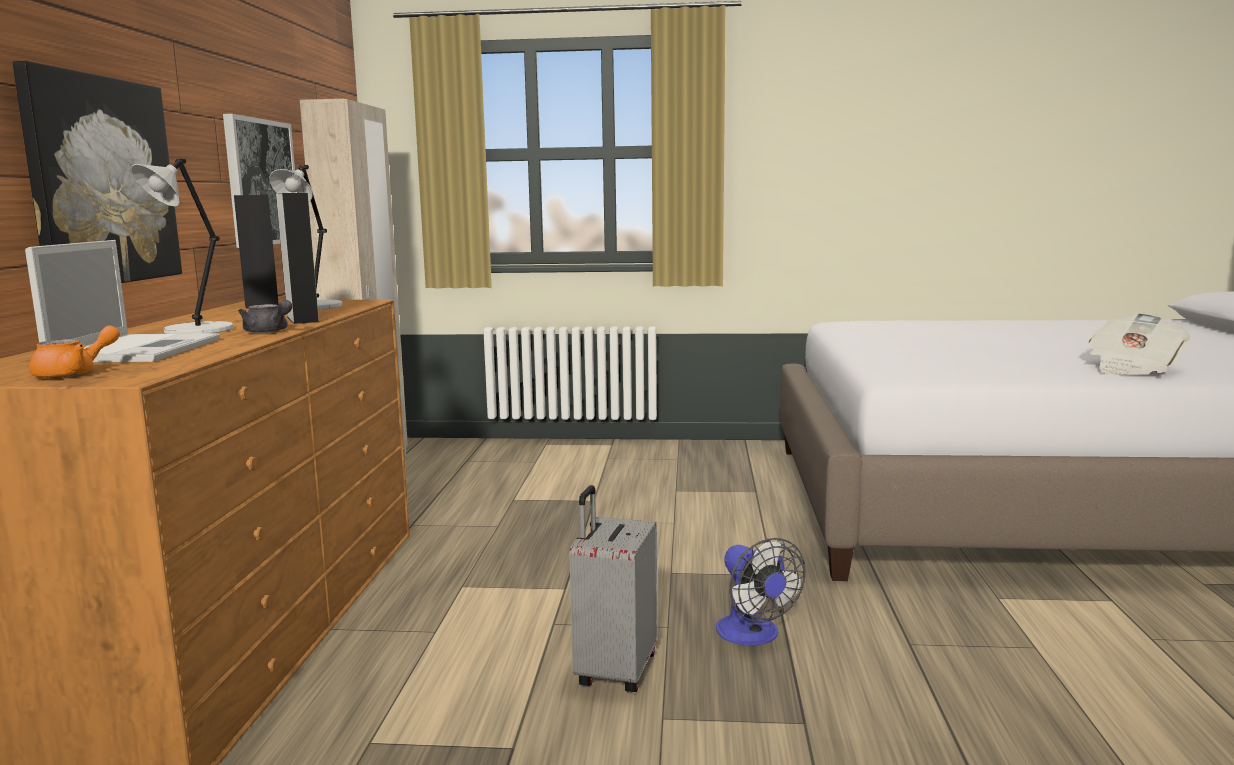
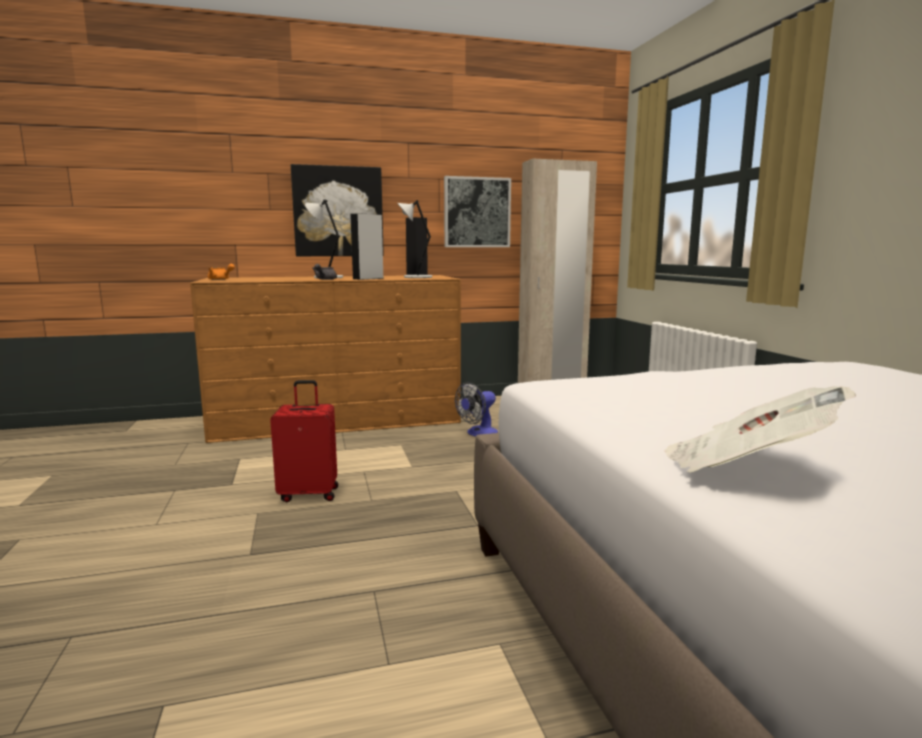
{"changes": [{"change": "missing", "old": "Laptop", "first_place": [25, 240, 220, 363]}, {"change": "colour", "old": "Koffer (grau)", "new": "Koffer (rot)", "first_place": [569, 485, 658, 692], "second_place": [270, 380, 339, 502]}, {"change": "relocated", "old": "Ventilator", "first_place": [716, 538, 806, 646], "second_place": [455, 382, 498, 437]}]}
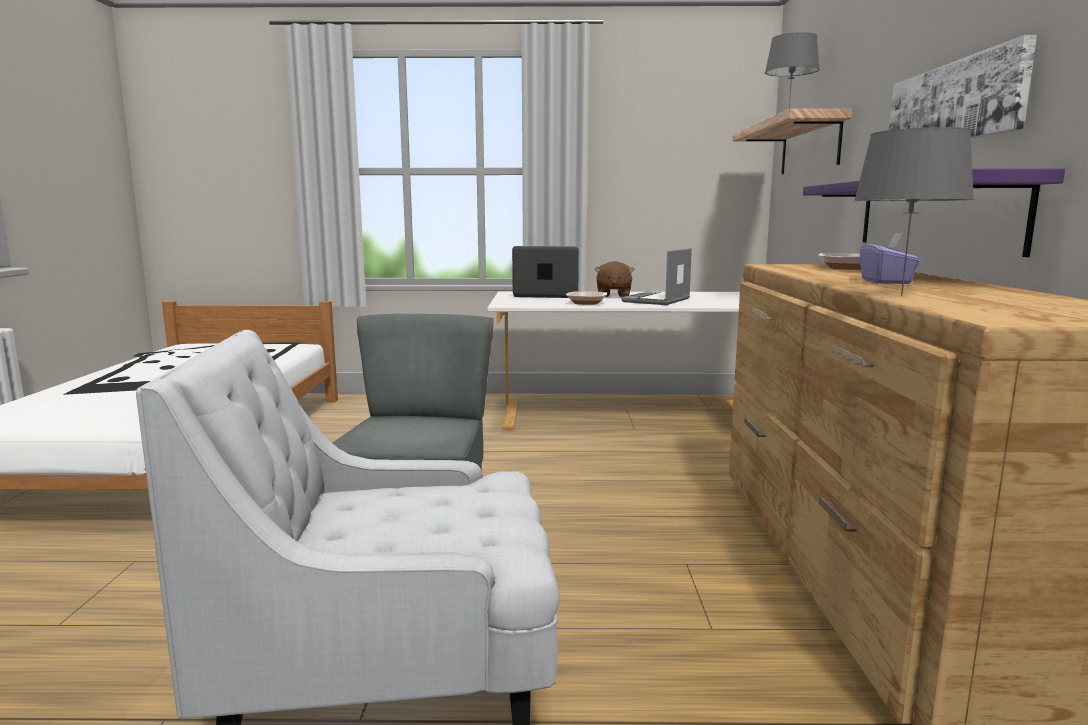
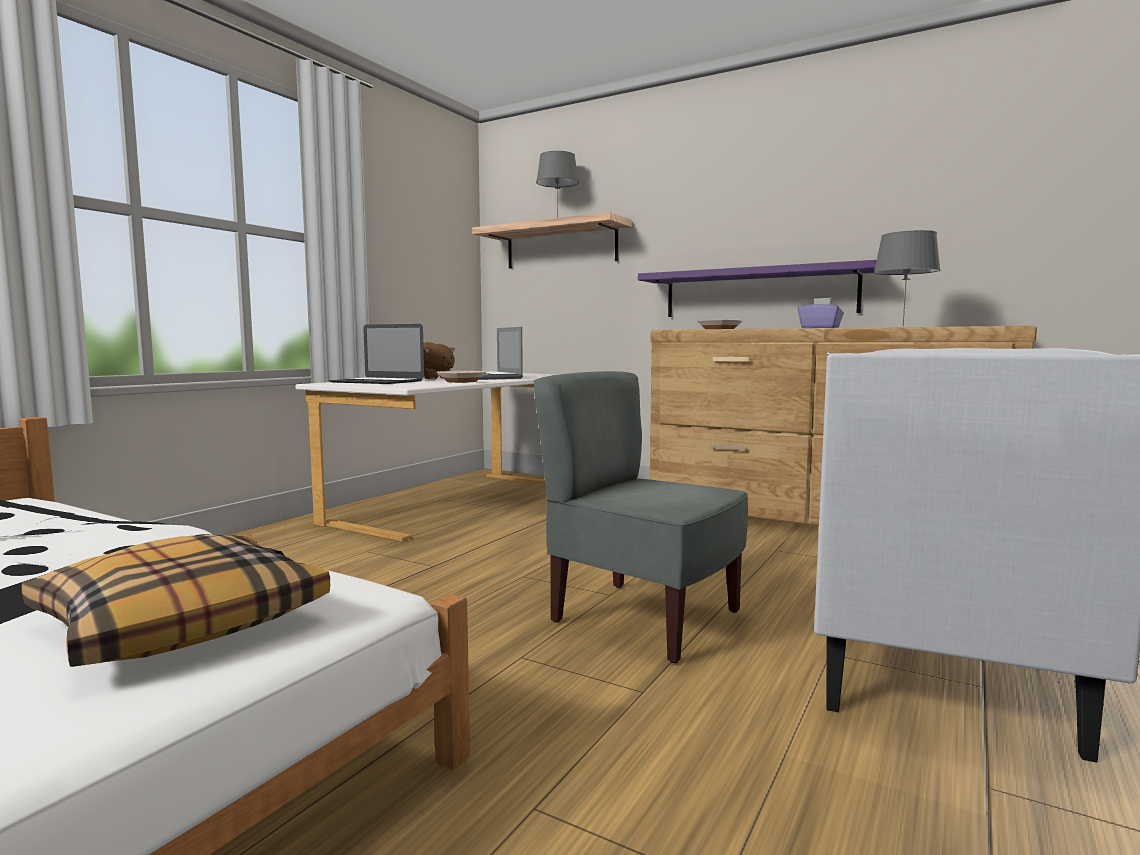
{"changes": [{"change": "spun", "old": "Laptop", "first_place": [512, 246, 579, 298], "second_place": [329, 324, 424, 384], "degrees": -105}, {"change": "missing", "old": "Bild", "first_place": [889, 35, 1037, 139]}, {"change": "appeared", "new": "Kissen", "second_place": [21, 535, 330, 667]}]}
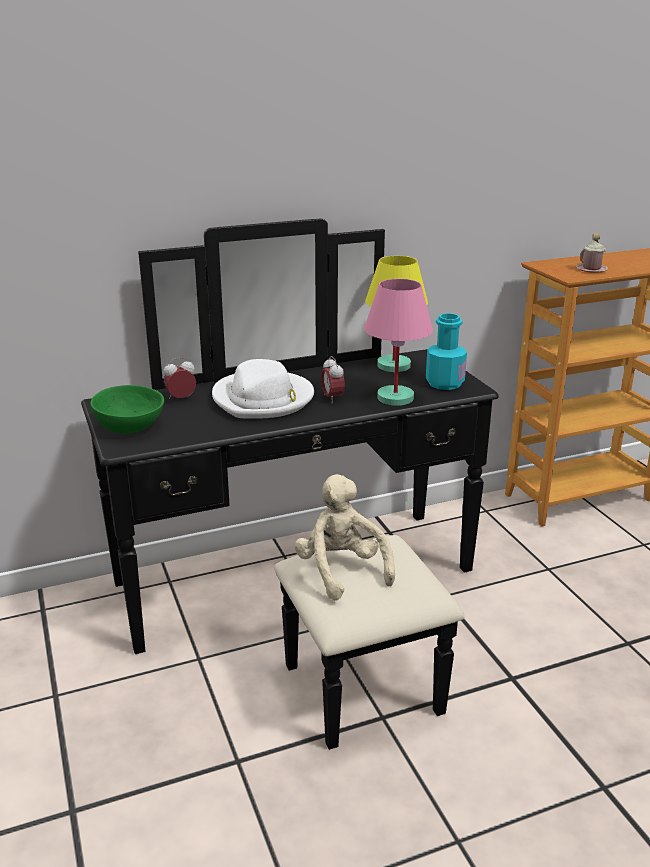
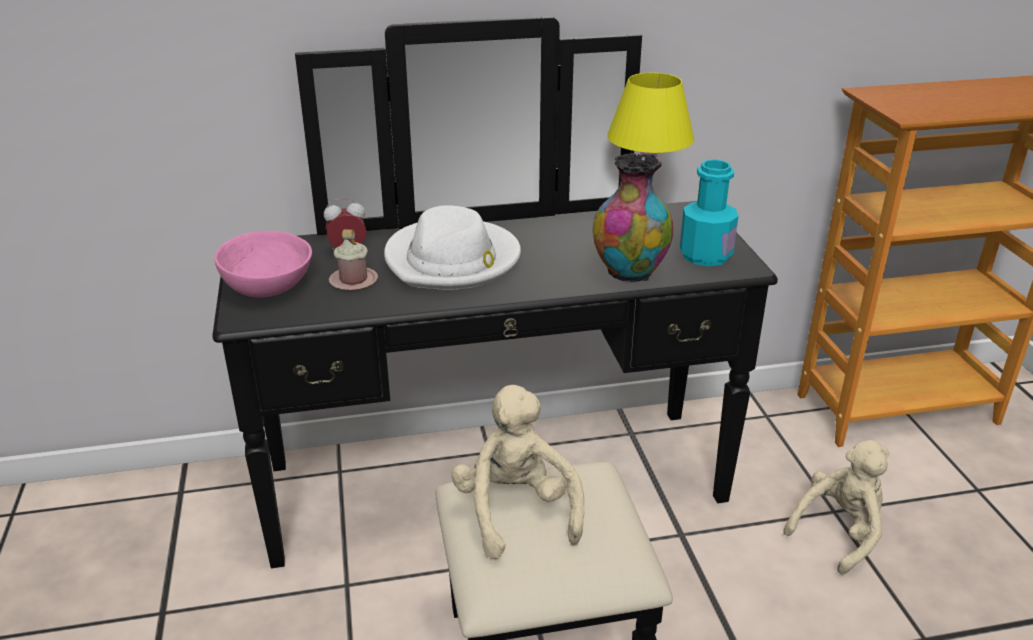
{"changes": [{"change": "colour", "old": "Schüssel (grün)", "new": "Schüssel (rosa)", "first_place": [90, 385, 164, 434], "second_place": [214, 231, 312, 298]}, {"change": "missing", "old": "Wecker", "first_place": [321, 356, 345, 403]}, {"change": "exchanged", "old": "Tischlampe (rosa)", "new": "Vase", "first_place": [364, 279, 433, 406], "second_place": [593, 153, 673, 283]}, {"change": "relocated", "old": "Henkelbecher (rosa)", "first_place": [576, 233, 608, 273], "second_place": [329, 230, 378, 290]}, {"change": "appeared", "new": "Plüschtier (beige)", "second_place": [783, 440, 890, 574]}]}
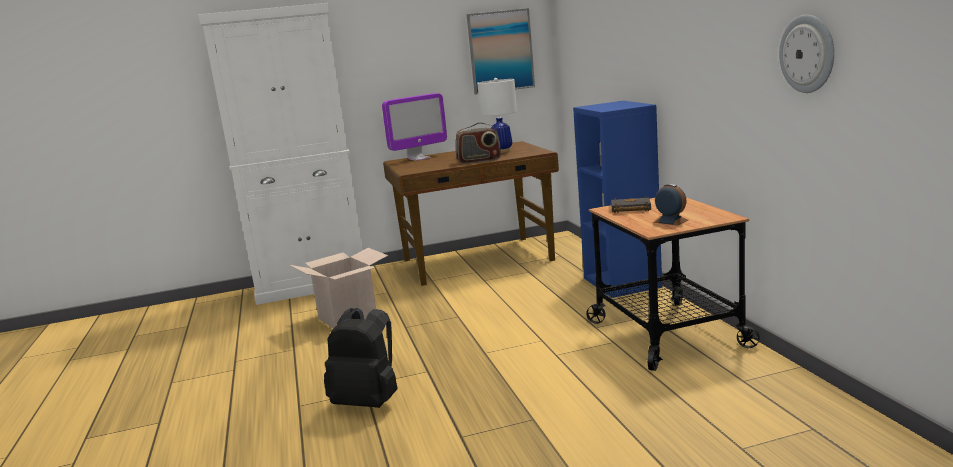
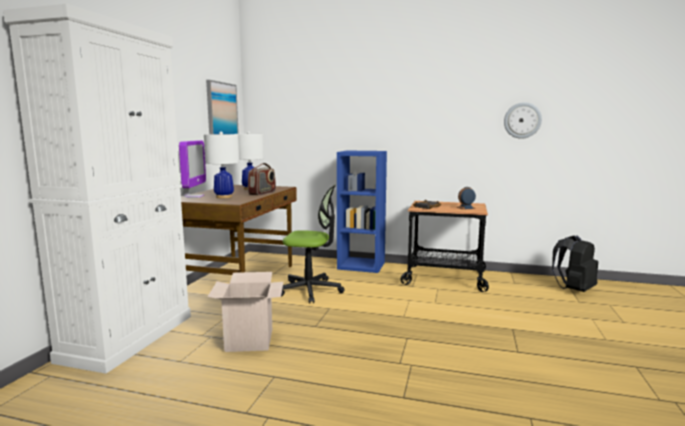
{"changes": [{"change": "relocated", "old": "Rucksack (schwarz)", "first_place": [324, 308, 398, 408], "second_place": [552, 235, 598, 292]}, {"change": "appeared", "new": "Tischlampe (weiß)", "second_place": [204, 131, 239, 198]}, {"change": "appeared", "new": "Bürostuhl", "second_place": [281, 185, 345, 304]}]}
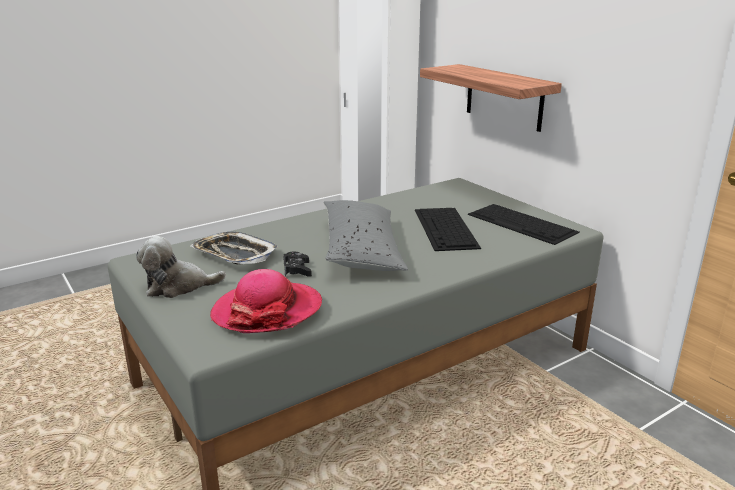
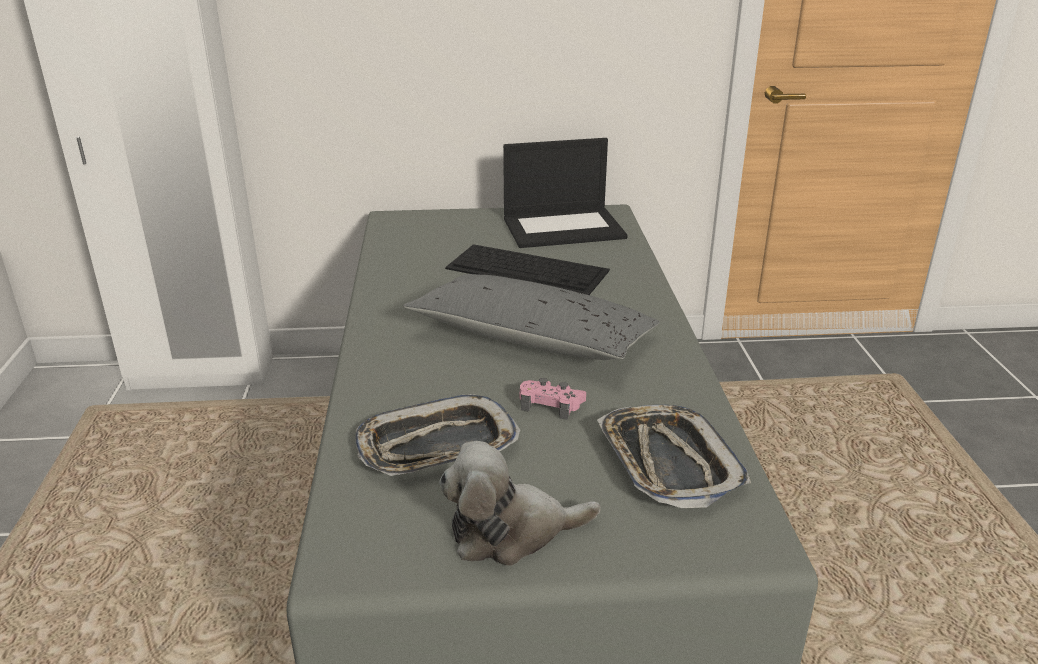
{"changes": [{"change": "spun", "old": "Plüschtier", "first_place": [136, 236, 226, 298], "second_place": [439, 441, 600, 566], "degrees": 60}, {"change": "exchanged", "old": "Hut", "new": "Tablett", "first_place": [210, 269, 322, 333], "second_place": [597, 405, 751, 508]}, {"change": "colour", "old": "Gamepad (schwarz)", "new": "Gamepad (rosa)", "first_place": [283, 251, 312, 277], "second_place": [520, 378, 586, 420]}, {"change": "missing", "old": "Wandregal", "first_place": [420, 64, 562, 132]}, {"change": "exchanged", "old": "Tastatur", "new": "Laptop", "first_place": [468, 204, 580, 245], "second_place": [503, 138, 627, 248]}]}
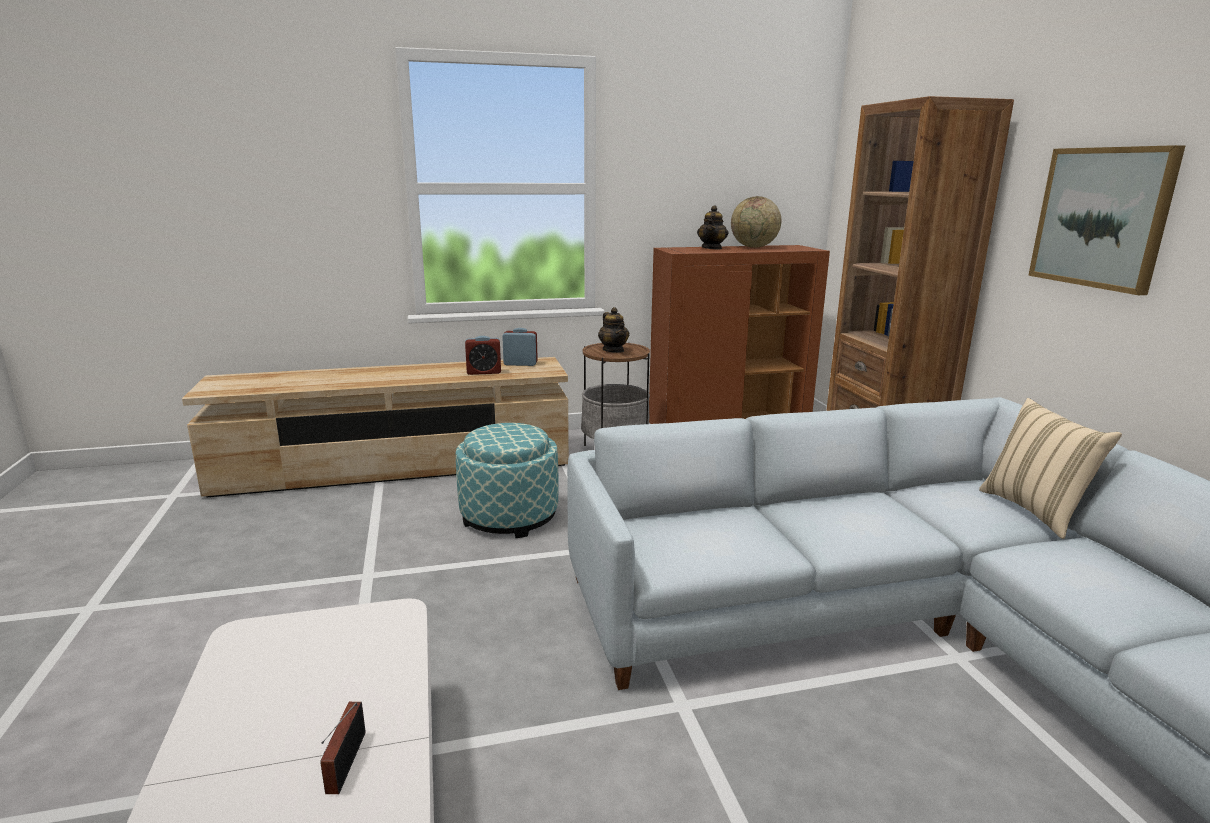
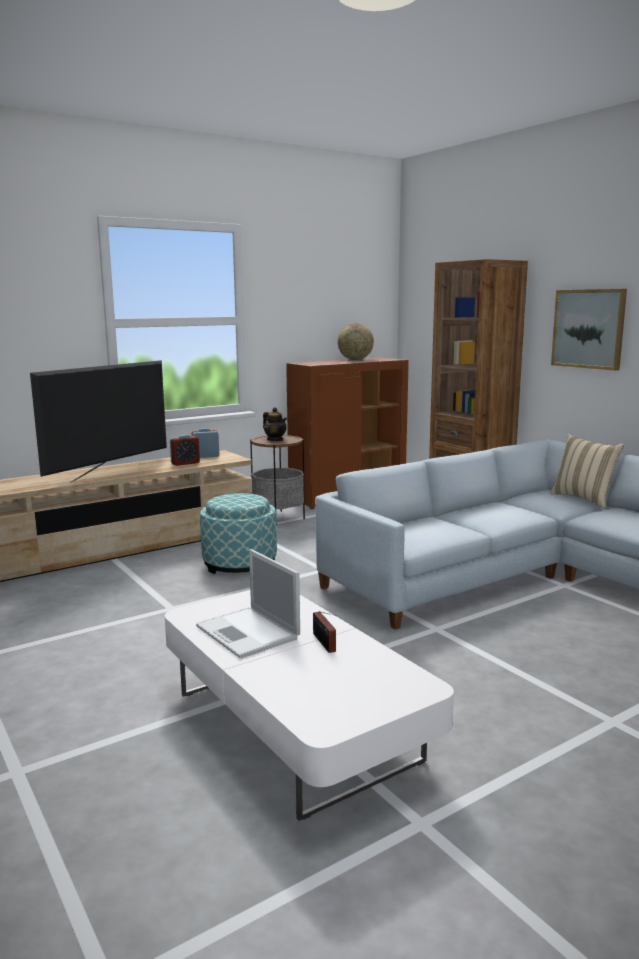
{"changes": [{"change": "missing", "old": "Teekanne", "first_place": [697, 205, 729, 250]}, {"change": "appeared", "new": "Fernseher", "second_place": [30, 360, 167, 483]}, {"change": "appeared", "new": "Laptop", "second_place": [196, 549, 300, 659]}]}
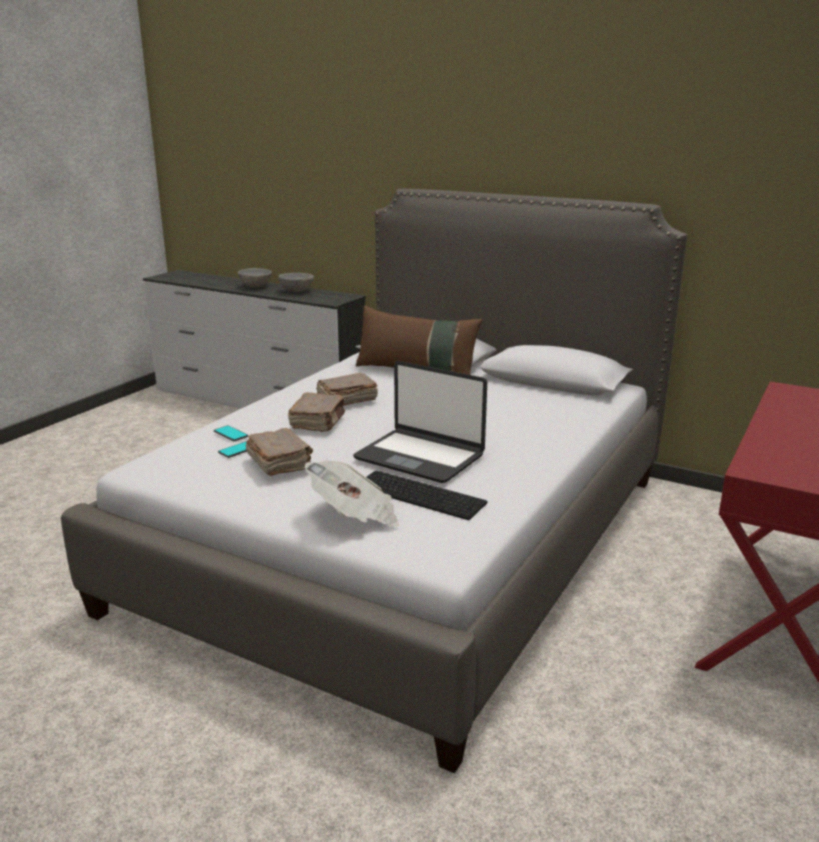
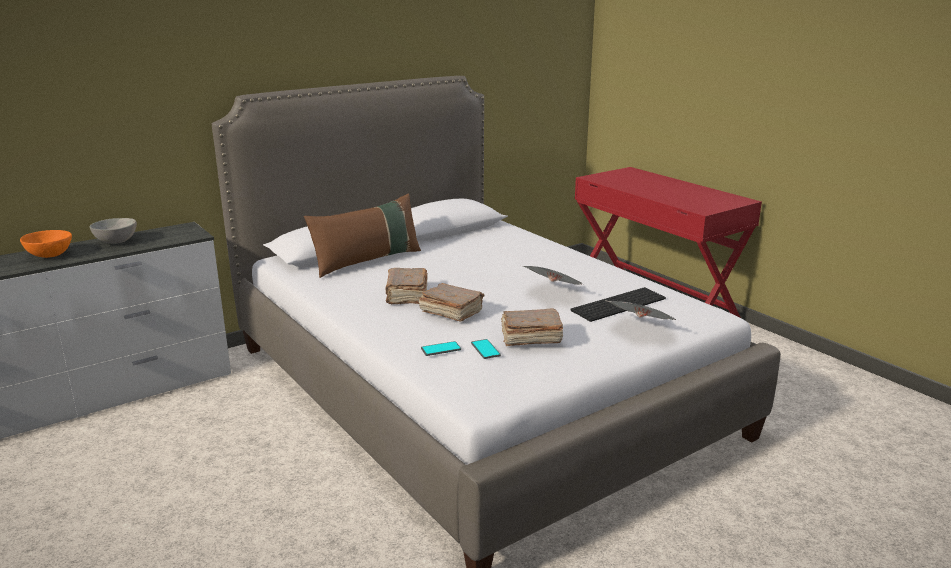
{"changes": [{"change": "colour", "old": "Schüssel (grau)", "new": "Schüssel (orange)", "first_place": [238, 268, 272, 288], "second_place": [20, 230, 72, 258]}, {"change": "exchanged", "old": "Laptop", "new": "Zeitung", "first_place": [353, 361, 487, 483], "second_place": [523, 266, 583, 285]}]}
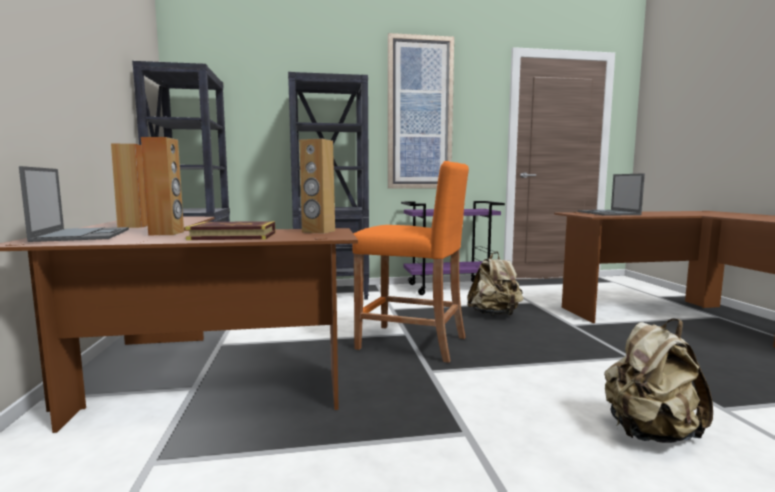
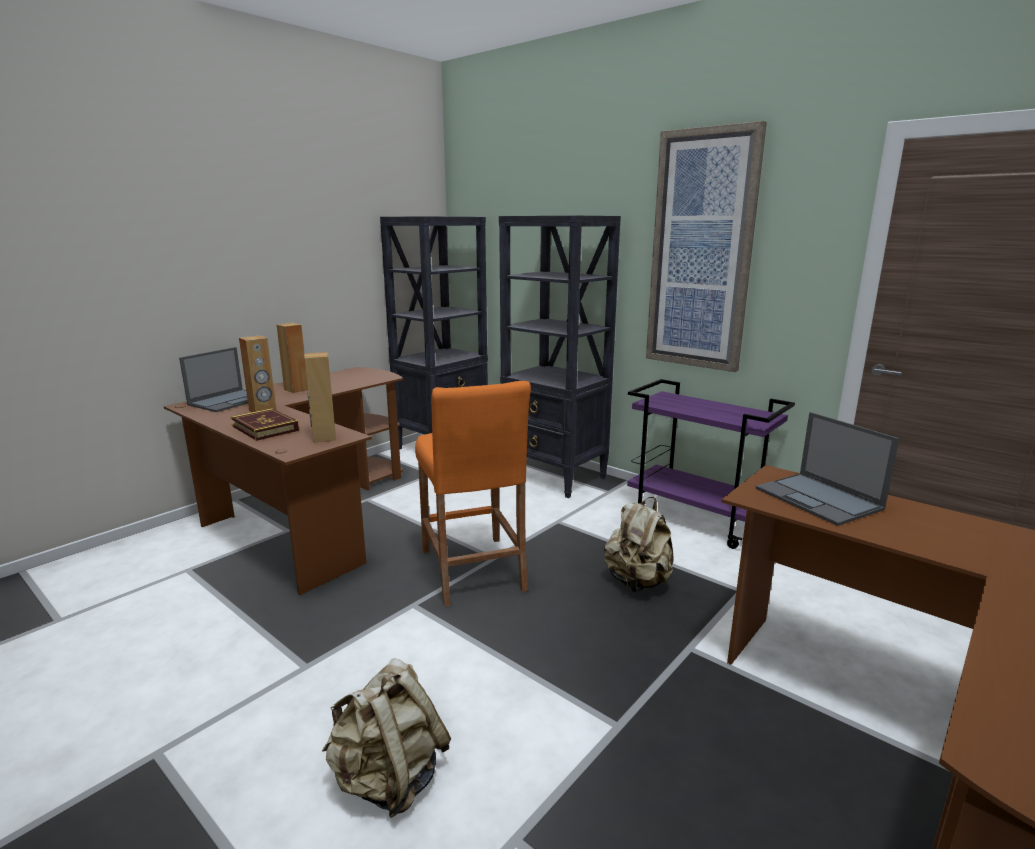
{"changes": [{"change": "spun", "old": "Laptop", "first_place": [578, 173, 645, 215], "second_place": [756, 412, 899, 526], "degrees": -75}]}
